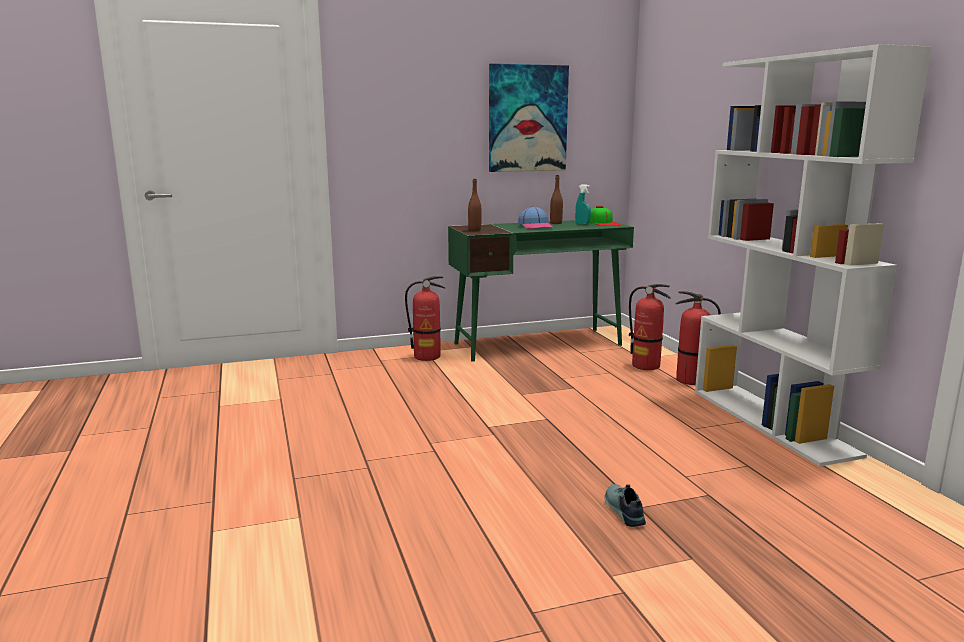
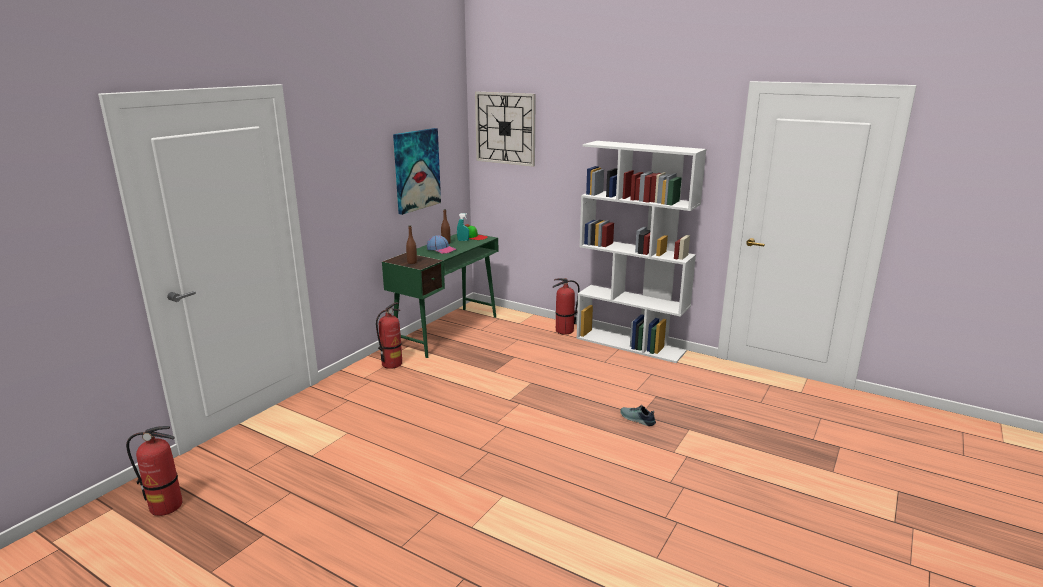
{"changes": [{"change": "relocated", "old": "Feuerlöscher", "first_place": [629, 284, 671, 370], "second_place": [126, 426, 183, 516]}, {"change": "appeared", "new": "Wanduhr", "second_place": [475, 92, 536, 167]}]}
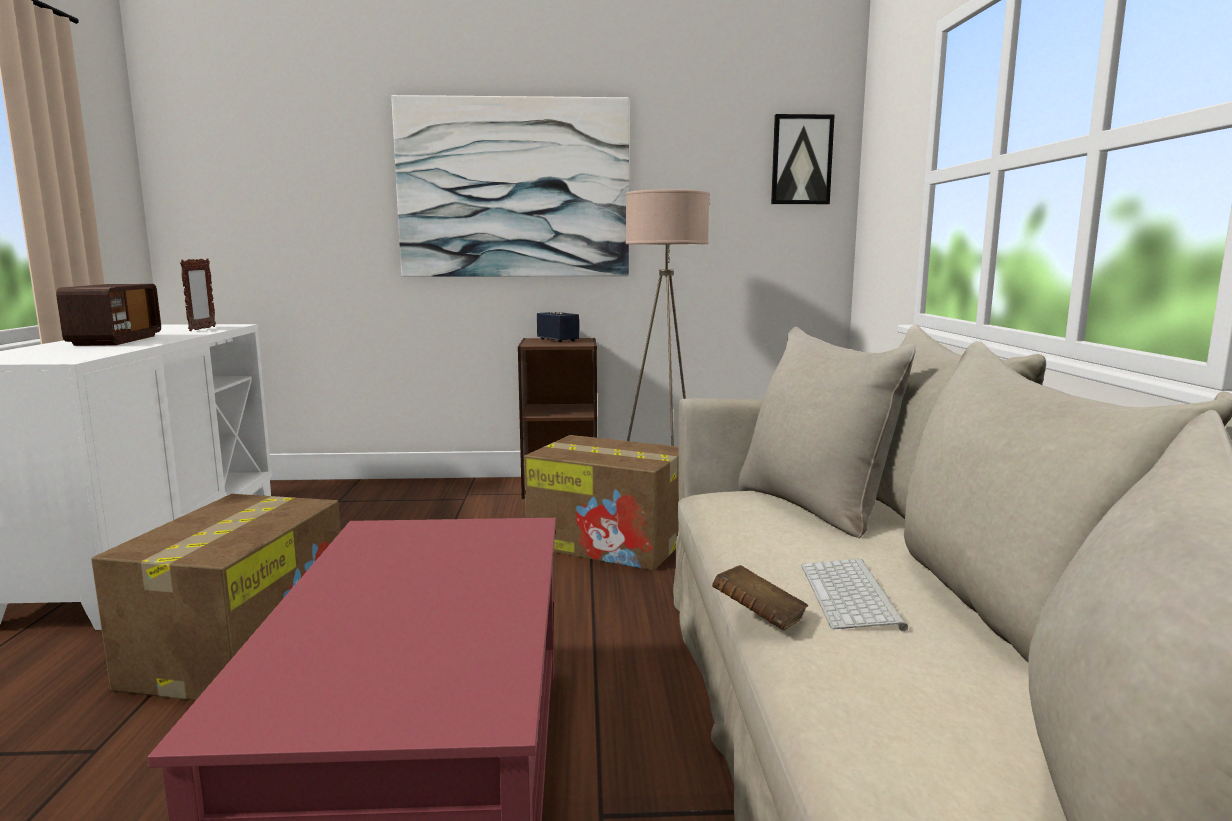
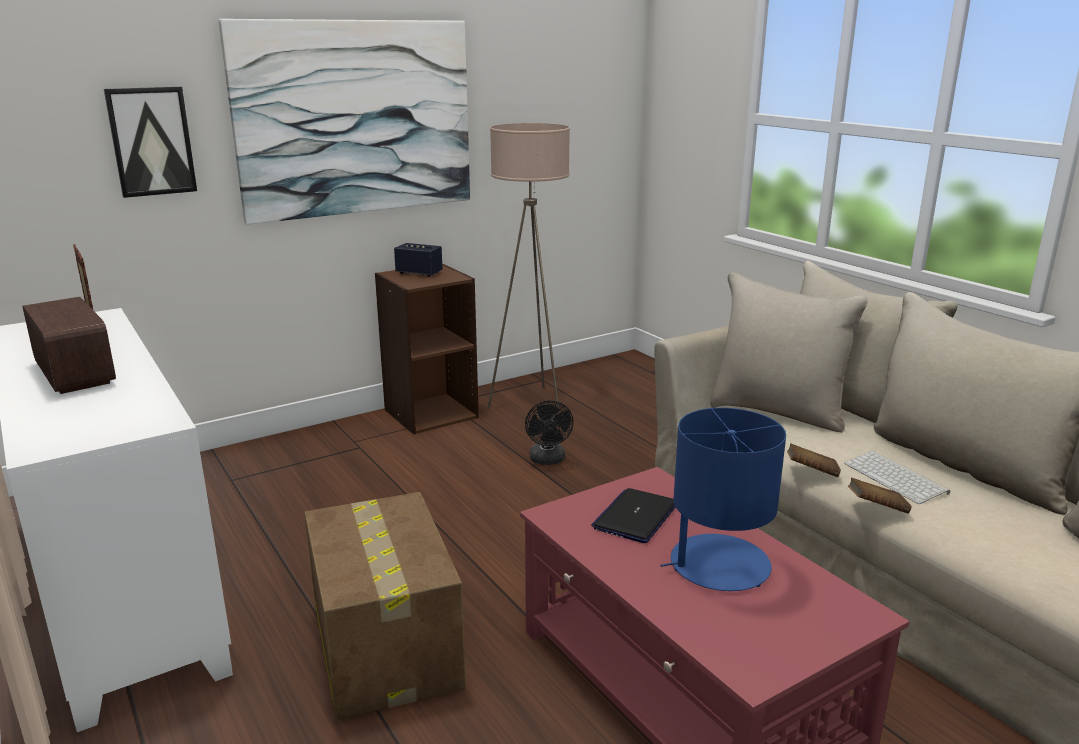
{"changes": [{"change": "exchanged", "old": "Karton", "new": "Ventilator (schwarz)", "first_place": [524, 435, 679, 571], "second_place": [525, 400, 574, 465]}, {"change": "relocated", "old": "Bild", "first_place": [771, 114, 835, 204], "second_place": [104, 87, 197, 198]}, {"change": "appeared", "new": "Laptop", "second_place": [591, 488, 676, 543]}, {"change": "appeared", "new": "Tischlampe (blau)", "second_place": [661, 408, 786, 591]}, {"change": "appeared", "new": "Buch (braun)", "second_place": [787, 443, 841, 477]}]}
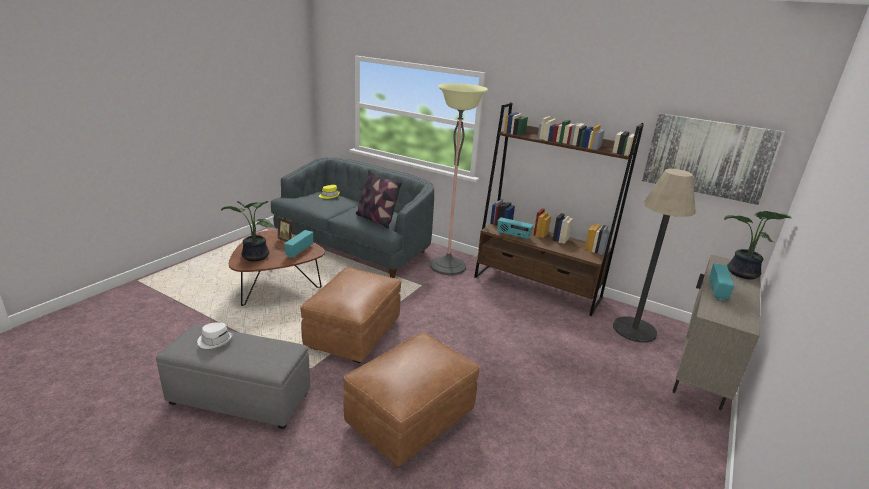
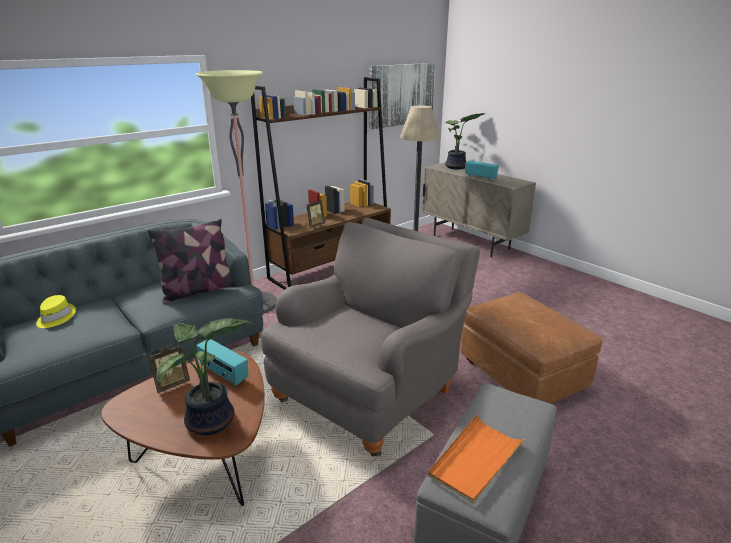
{"changes": [{"change": "exchanged", "old": "Hut (weiß)", "new": "Tablett (orange)", "first_place": [197, 323, 233, 349], "second_place": [428, 414, 526, 504]}, {"change": "exchanged", "old": "Polsterhocker (braun)", "new": "Sessel (grau)", "first_place": [301, 267, 401, 363], "second_place": [261, 218, 480, 457]}, {"change": "exchanged", "old": "Radio", "new": "Bilderrahmen", "first_place": [497, 217, 533, 240], "second_place": [306, 200, 325, 228]}]}
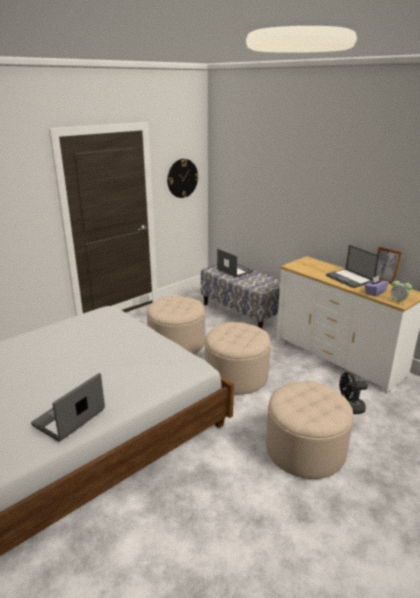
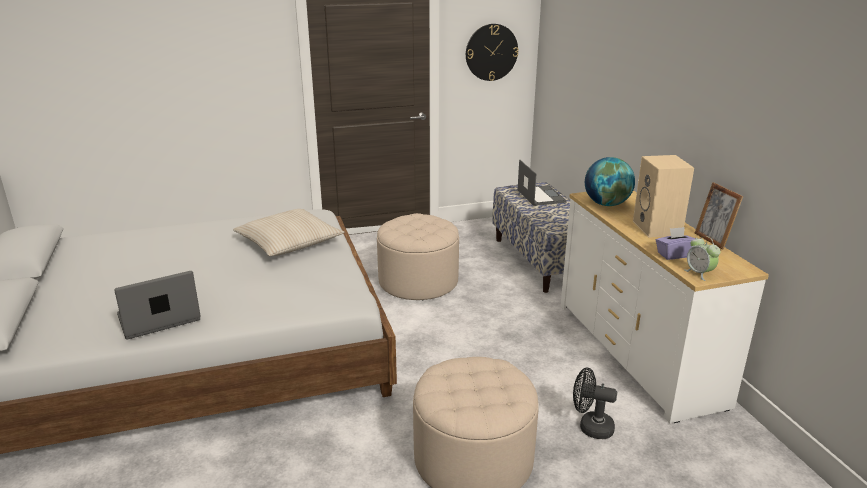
{"changes": [{"change": "missing", "old": "Polsterhocker (beige)", "first_place": [205, 322, 271, 394]}, {"change": "exchanged", "old": "Laptop", "new": "Lautsprecher (beige)", "first_place": [326, 245, 379, 288], "second_place": [633, 155, 694, 238]}, {"change": "appeared", "new": "Kissen (beige)", "second_place": [233, 209, 344, 256]}, {"change": "appeared", "new": "Globus", "second_place": [585, 157, 635, 206]}]}
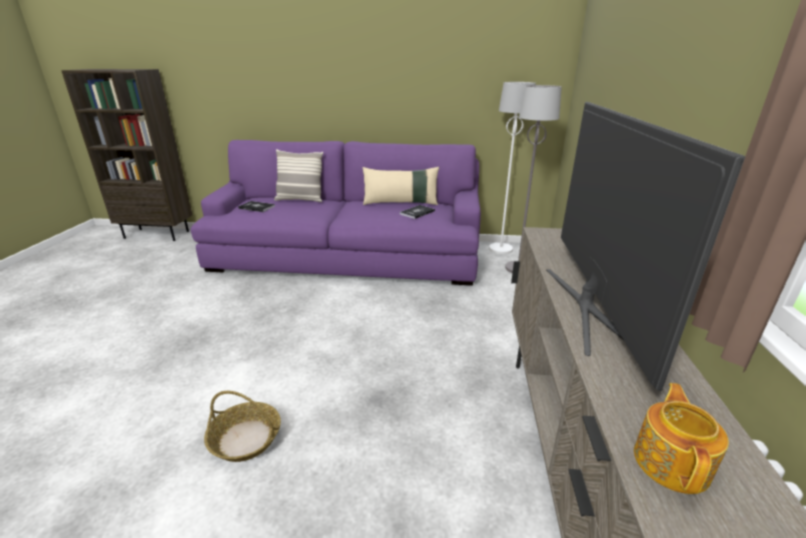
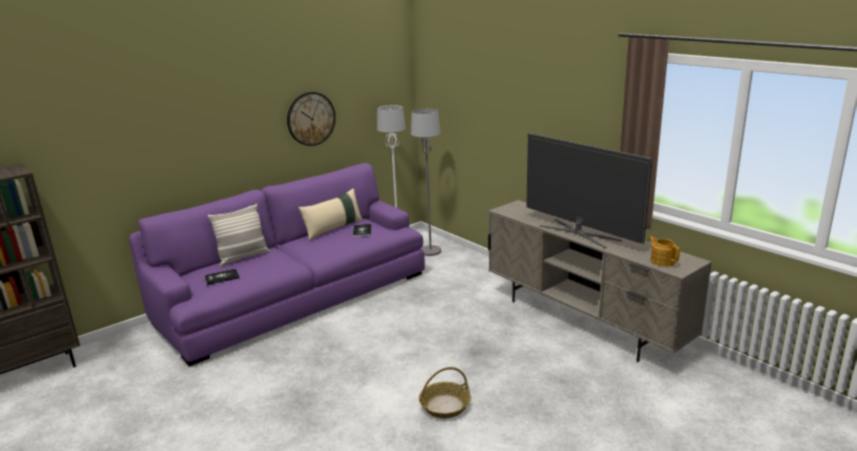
{"changes": [{"change": "appeared", "new": "Wanduhr", "second_place": [287, 92, 336, 146]}]}
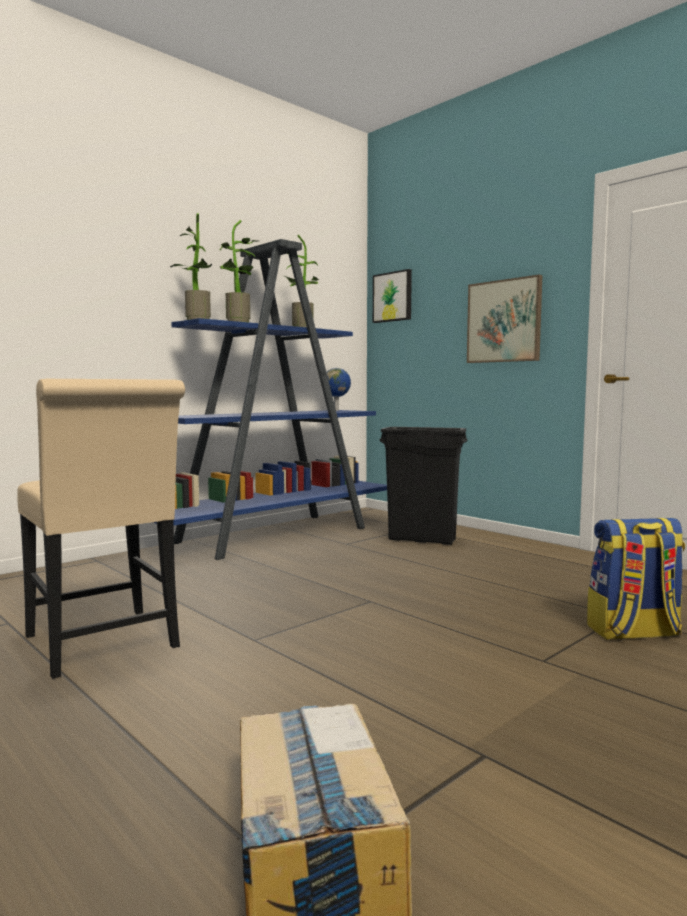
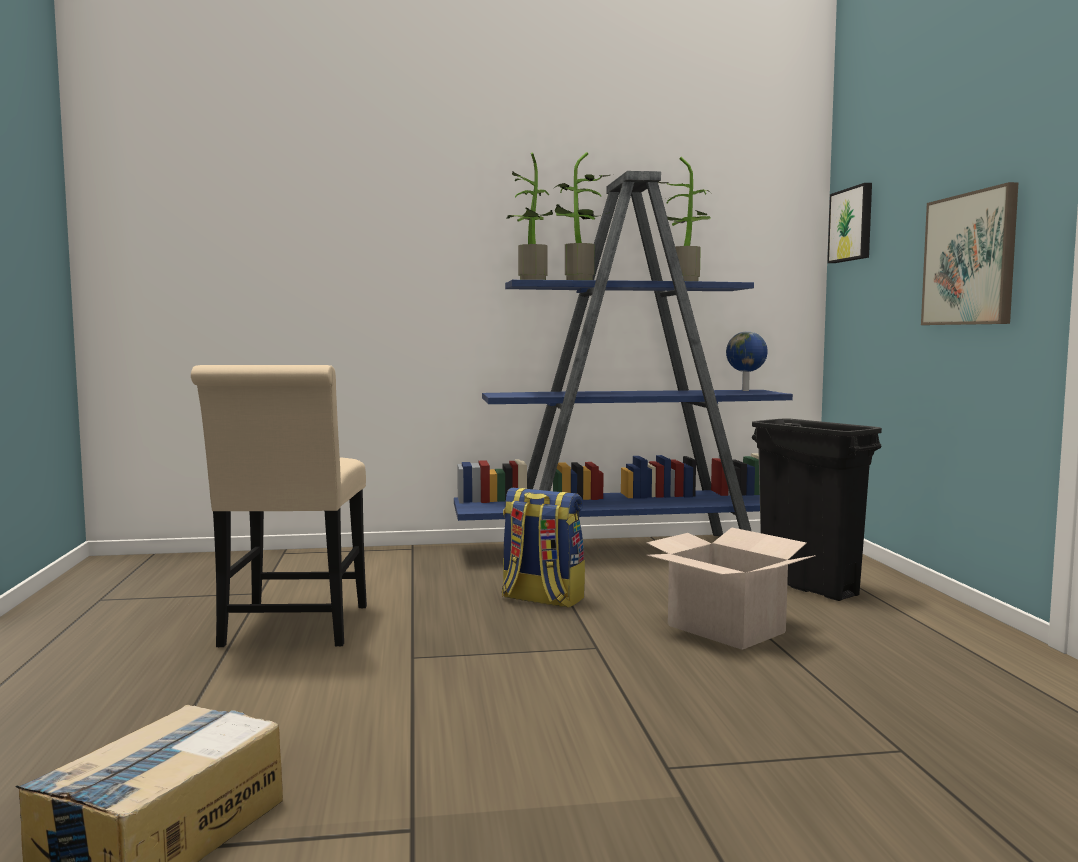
{"changes": [{"change": "relocated", "old": "Rucksack", "first_place": [587, 518, 685, 640], "second_place": [502, 488, 585, 608]}, {"change": "appeared", "new": "Karton", "second_place": [646, 528, 816, 650]}]}
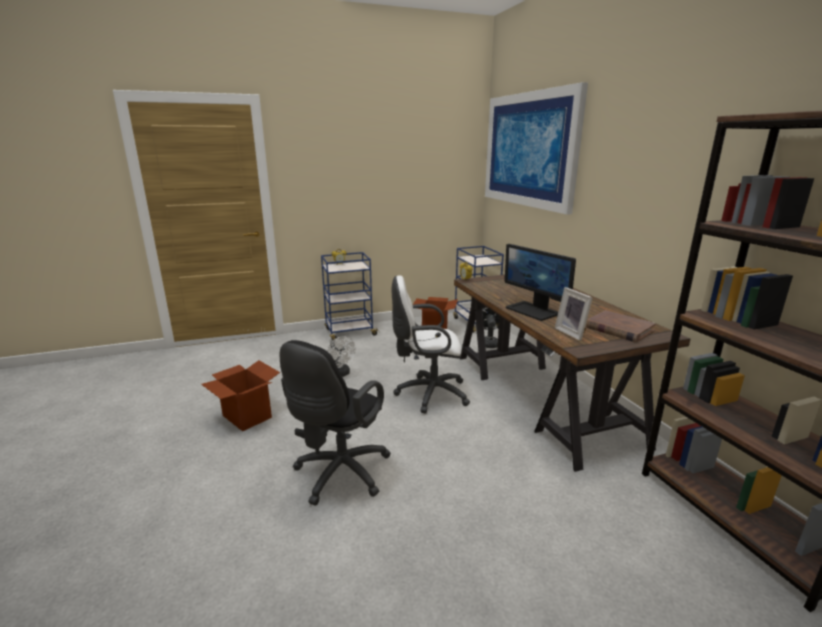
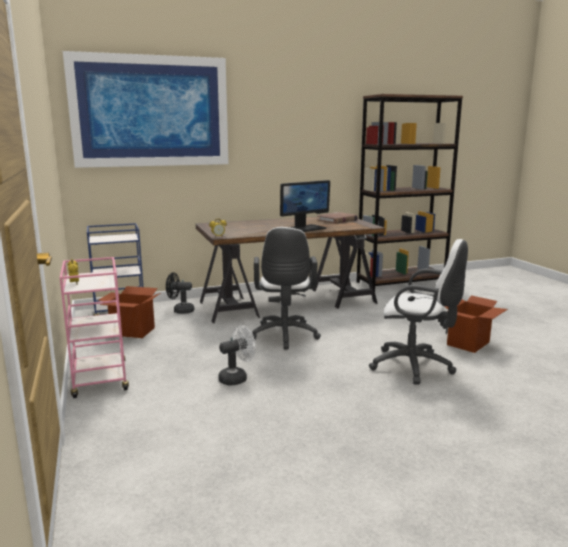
{"changes": [{"change": "relocated", "old": "Karton", "first_place": [201, 360, 280, 431], "second_place": [445, 295, 508, 353]}, {"change": "colour", "old": "Bürostuhl (schwarz)", "new": "Bürostuhl (weiß)", "first_place": [280, 340, 391, 506], "second_place": [369, 239, 468, 385]}, {"change": "colour", "old": "Rollwagen (blau)", "new": "Rollwagen (rosa)", "first_place": [321, 252, 379, 340], "second_place": [60, 257, 129, 398]}, {"change": "missing", "old": "Bilderrahmen", "first_place": [555, 287, 593, 341]}]}
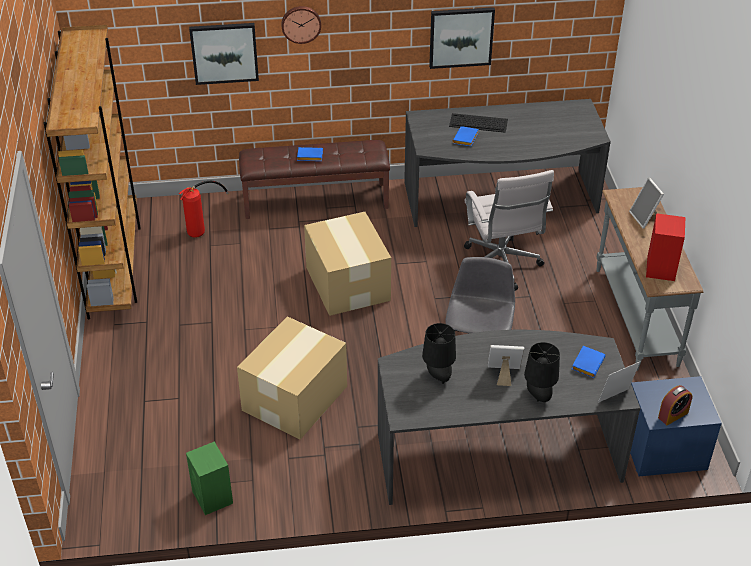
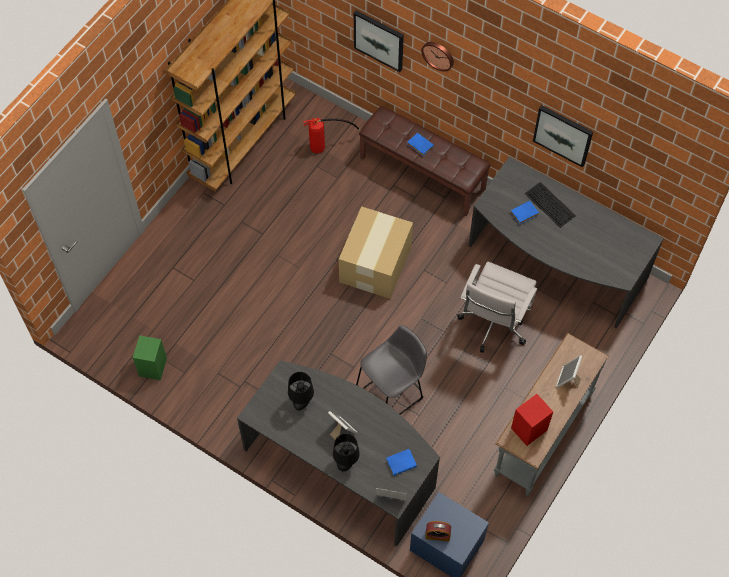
{"changes": [{"change": "missing", "old": "Karton", "first_place": [237, 316, 347, 440]}]}
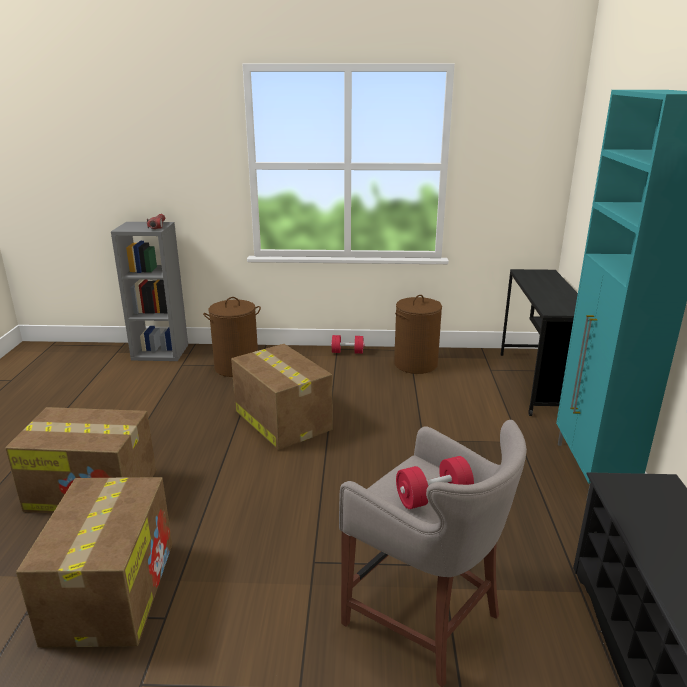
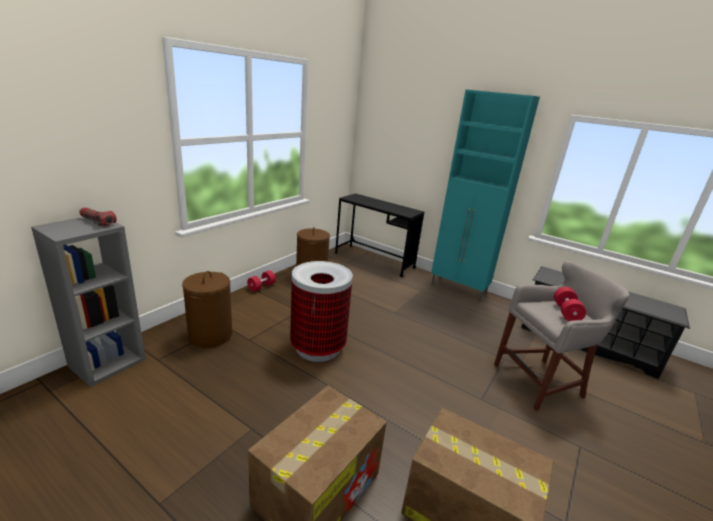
{"changes": [{"change": "exchanged", "old": "Karton", "new": "Mülleimer", "first_place": [231, 344, 333, 450], "second_place": [290, 261, 353, 362]}]}
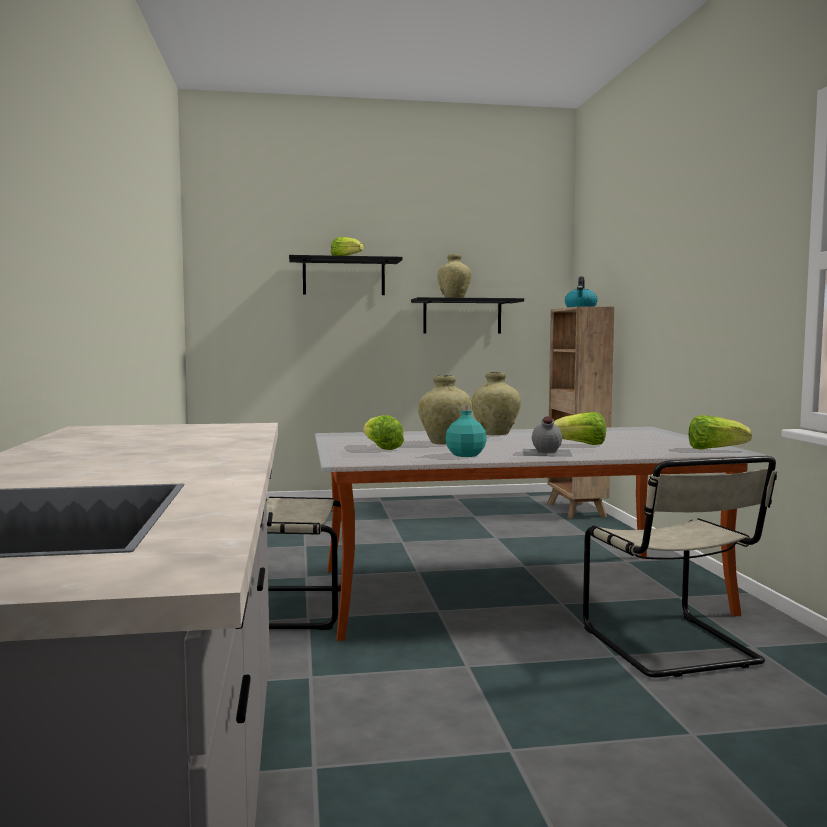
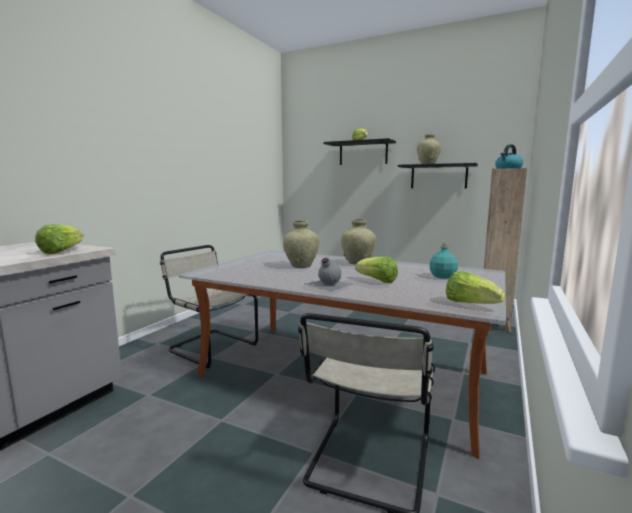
{"changes": [{"change": "relocated", "old": "Salatkopf", "first_place": [363, 415, 404, 450], "second_place": [35, 224, 84, 254]}, {"change": "relocated", "old": "Flasche (türkis)", "first_place": [445, 405, 487, 457], "second_place": [429, 243, 458, 279]}]}
